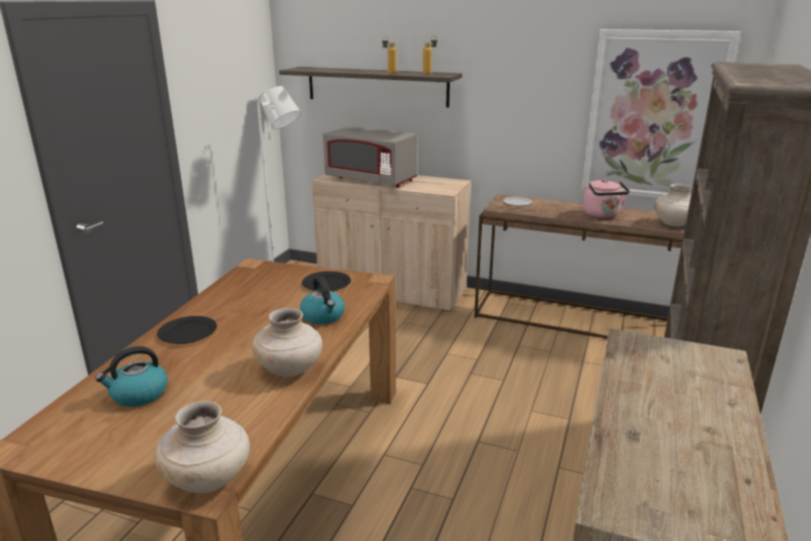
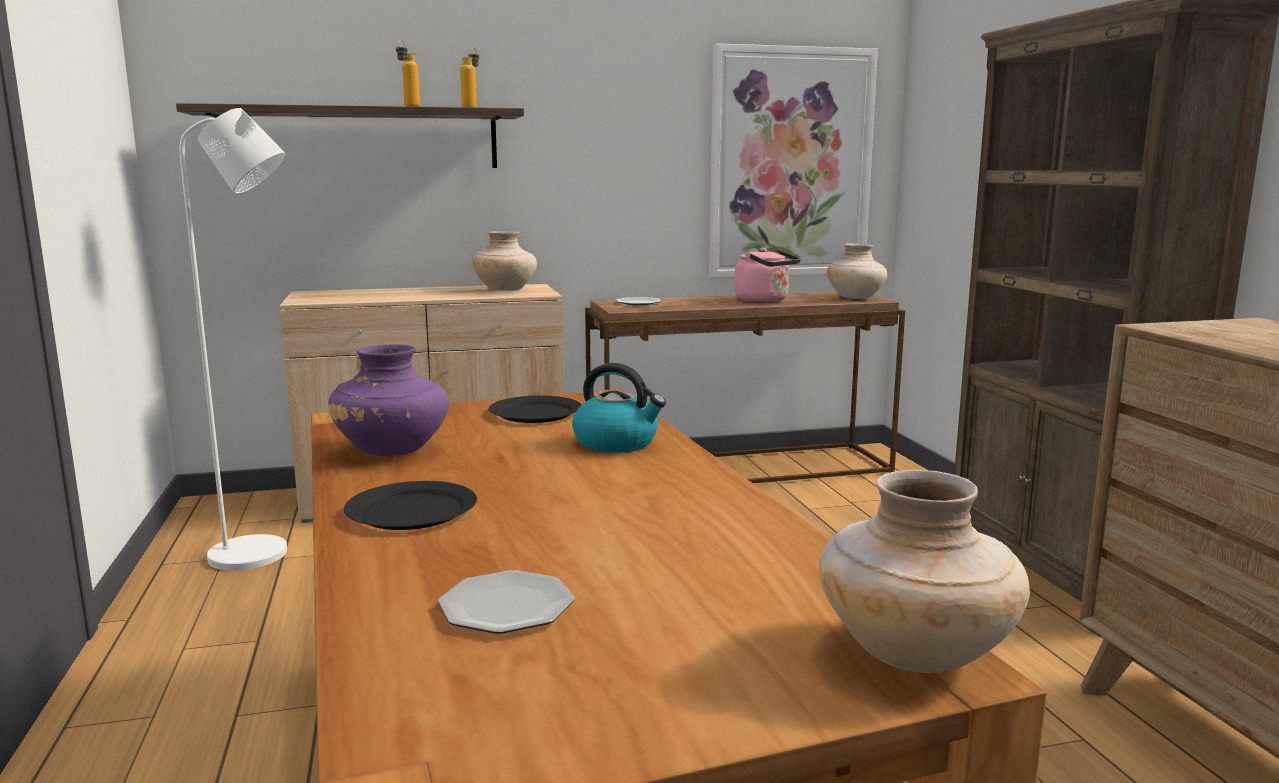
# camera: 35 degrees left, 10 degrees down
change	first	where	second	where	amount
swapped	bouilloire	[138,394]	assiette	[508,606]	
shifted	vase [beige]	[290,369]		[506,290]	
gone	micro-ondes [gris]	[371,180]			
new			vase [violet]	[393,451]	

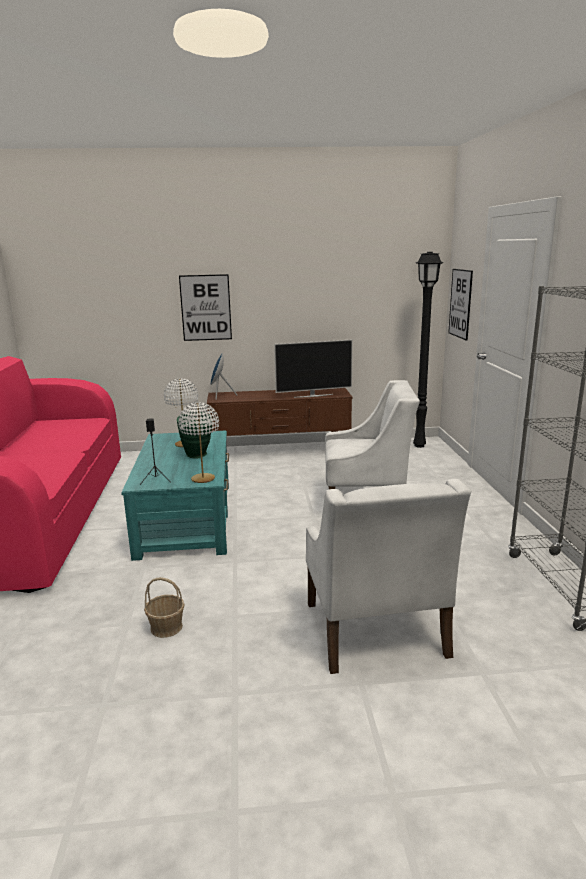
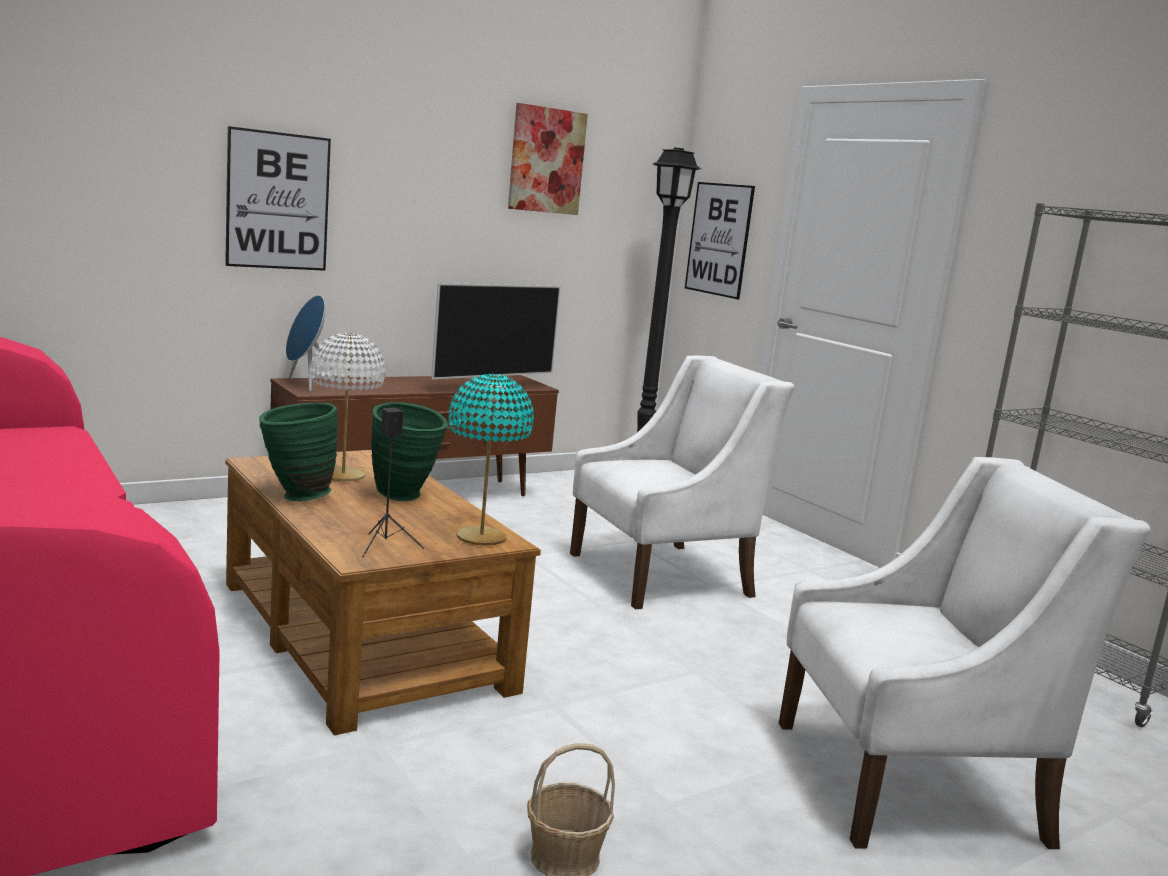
# camera: 30 degrees left, 5 degrees down
change	first	where	second	where	amount
repainted	table basse [turquoise]	[187,518]	table basse [marron]	[363,633]	
repainted	lampe de table [blanc]	[203,479]	lampe de table [turquoise]	[481,538]	
rotated	fauteuil [blanc]	[375,630]		[911,781]	60 degrees counterclockwise
new			vase [vert]	[295,497]	
new			tableau	[546,160]	

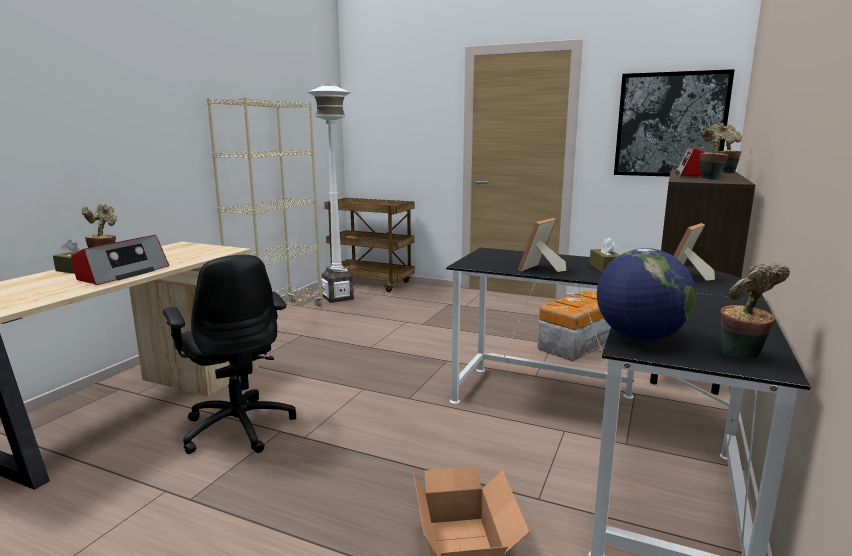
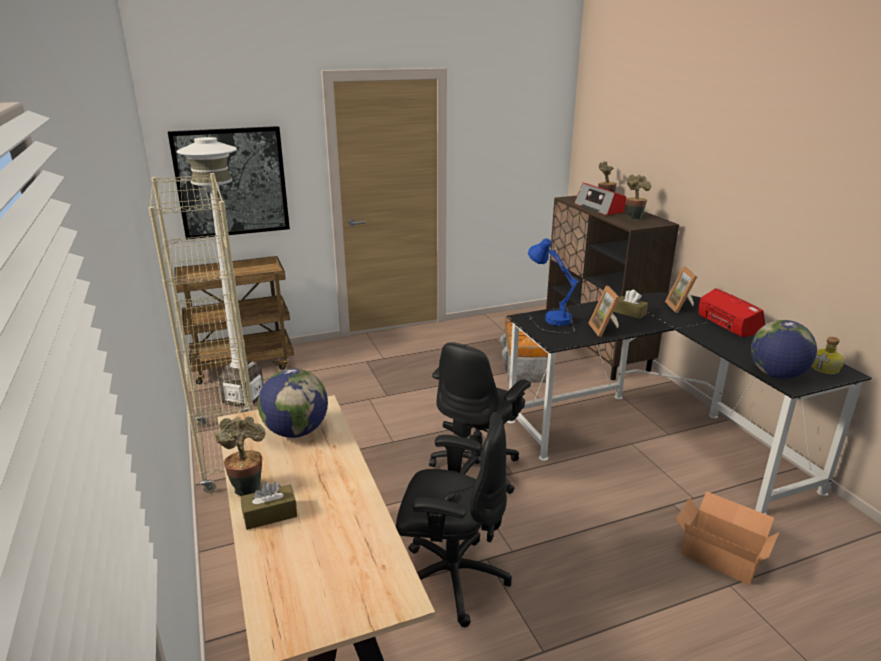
# camera: 45 degrees left, 10 degrees up
change	first	where	second	where	amount
shifted	radio	[122,273]		[729,324]	
shifted	tableau	[670,125]		[231,182]	
swapped	plante en pot	[742,356]	bouteille	[826,369]	
new			globe	[296,431]	
new			chaise de bureau [noir]	[477,470]	
new			lampe de table [bleu]	[549,321]	

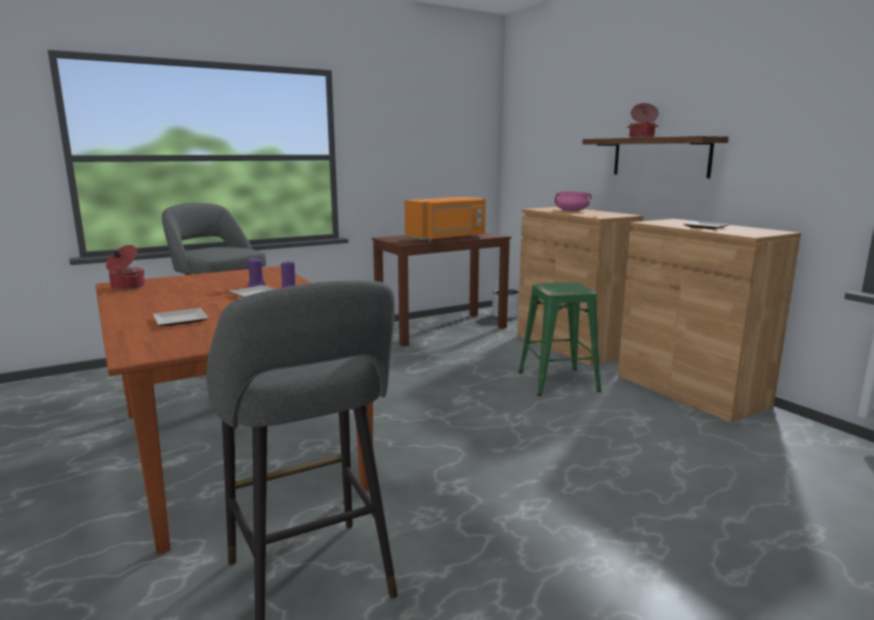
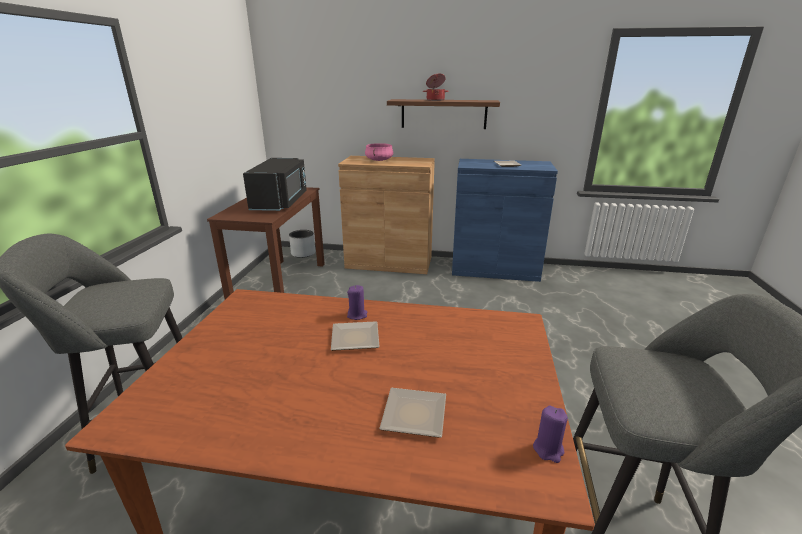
# camera: 50 degrees left, 10 degrees up
change	first	where	second	where	amount
gone	marmite	[127,287]			
shifted	bougie [violet]	[256,285]		[548,449]	
repainted	micro-ondes [orange]	[447,238]	micro-ondes [noir]	[281,202]	
gone	tabouret [vert]	[559,381]			
repainted	meuble de rangement [marron]	[690,390]	meuble de rangement [bleu]	[494,269]	

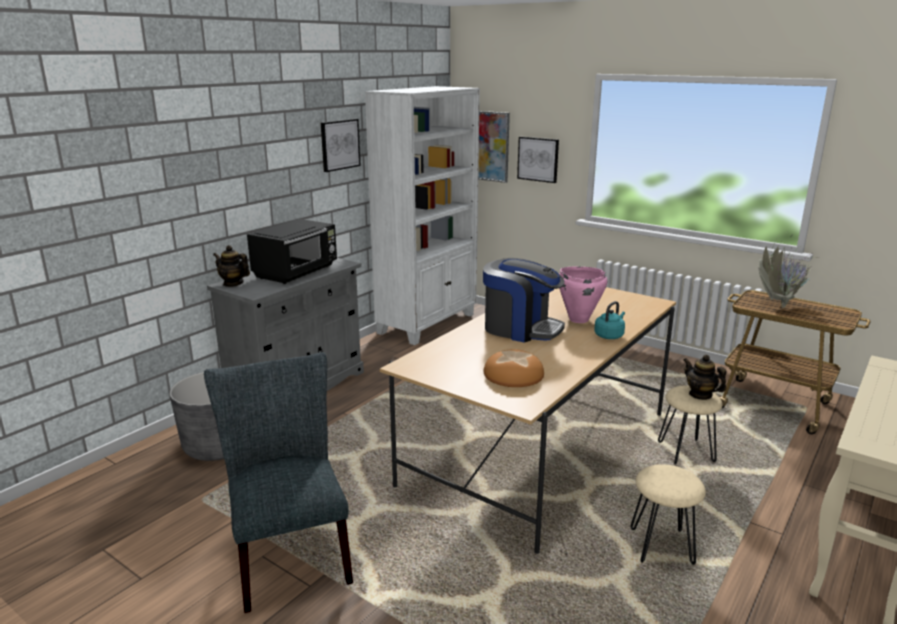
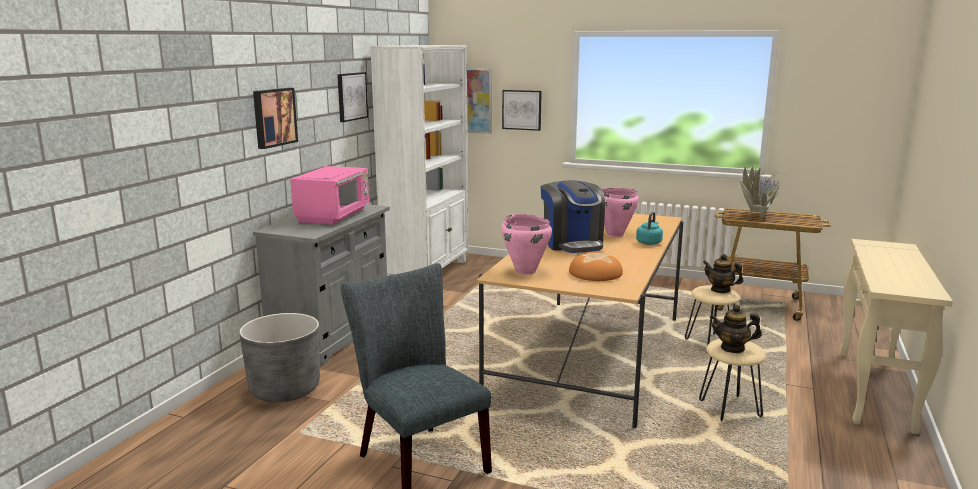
# camera: 15 degrees left, 5 degrees down
change	first	where	second	where	amount
shifted	théière	[233,283]		[732,348]	
repainted	micro-ondes [noir]	[297,272]	micro-ondes [rose]	[334,216]	
rotated	machine à café	[521,328]		[572,244]	60 degrees clockwise
new			tableau	[273,117]	
new			marmite [rose]	[526,271]	

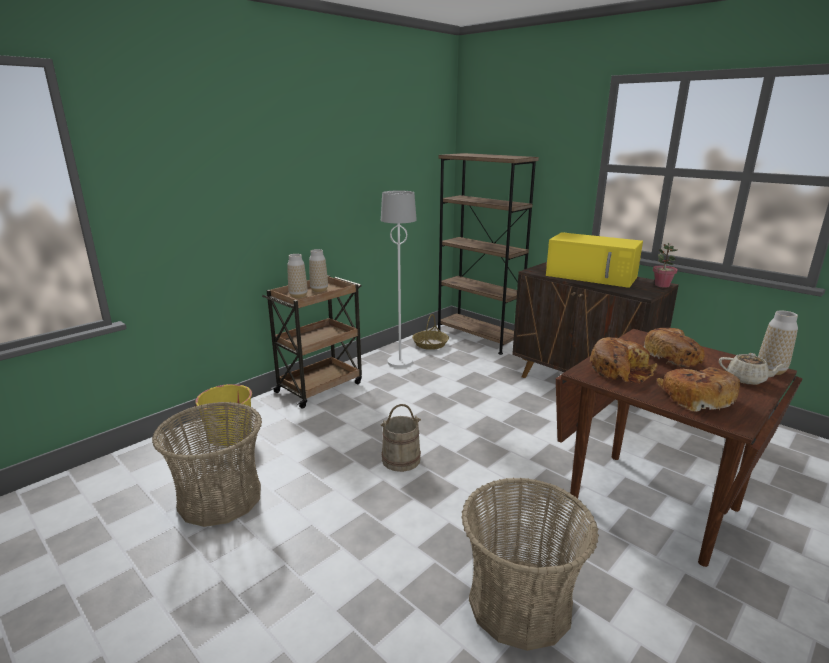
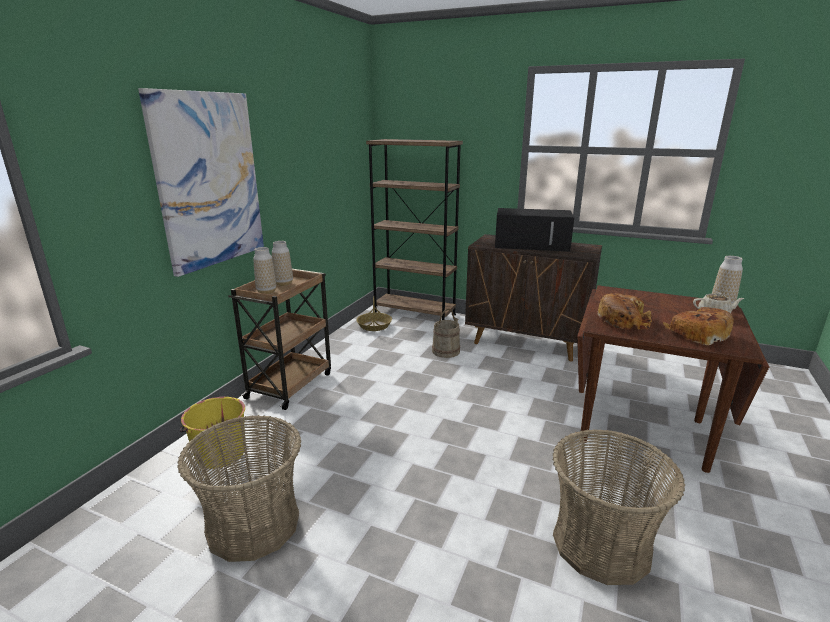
# camera: 20 degrees left, 0 degrees up
change	first	where	second	where	amount
shifted	seau [beige]	[401,459]		[445,351]	
gone	lampadaire [blanc]	[400,362]			
repainted	micro-ondes [jaune]	[592,276]	micro-ondes [noir]	[532,245]	
gone	pain	[673,356]			
gone	plante en pot	[662,285]			
new			tableau	[209,180]	

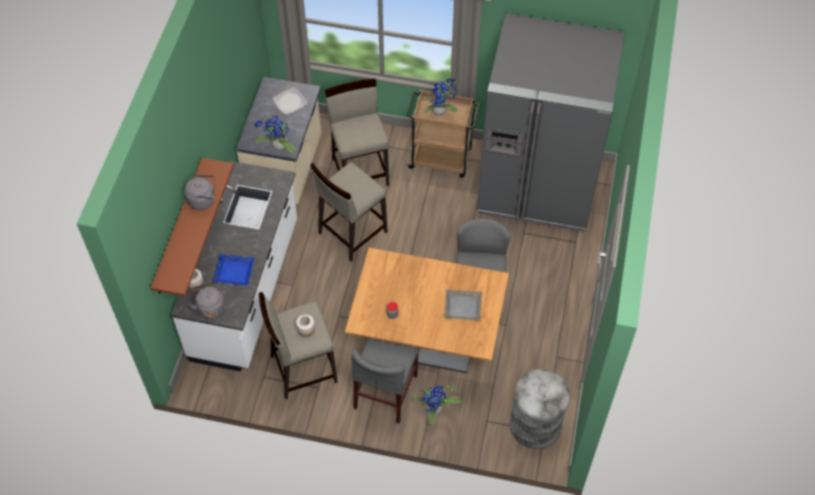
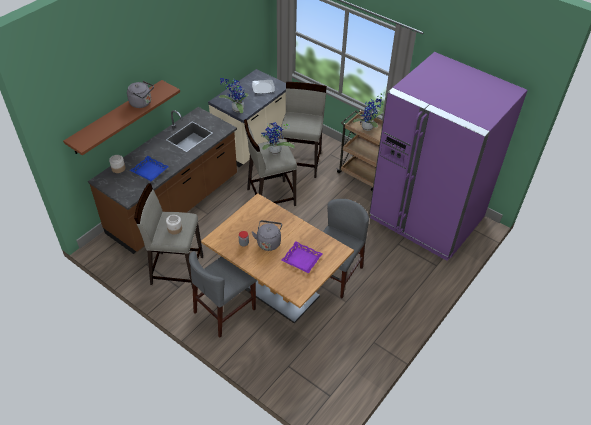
# camera: 25 degrees right, 10 degrees down
change	first	where	second	where	amount
repainted	comptoir de cuisine [blanc]	[246,290]	comptoir de cuisine [marron]	[174,205]	
shifted	bouilloire [gris]	[210,307]		[268,242]	
shifted	plante en pot	[434,411]		[274,152]	
repainted	plateau [gris]	[463,307]	plateau [violet]	[301,259]	
repainted	réfrigérateur [gris]	[537,188]	réfrigérateur [violet]	[426,218]	
gone	poubelle [gris]	[535,425]			

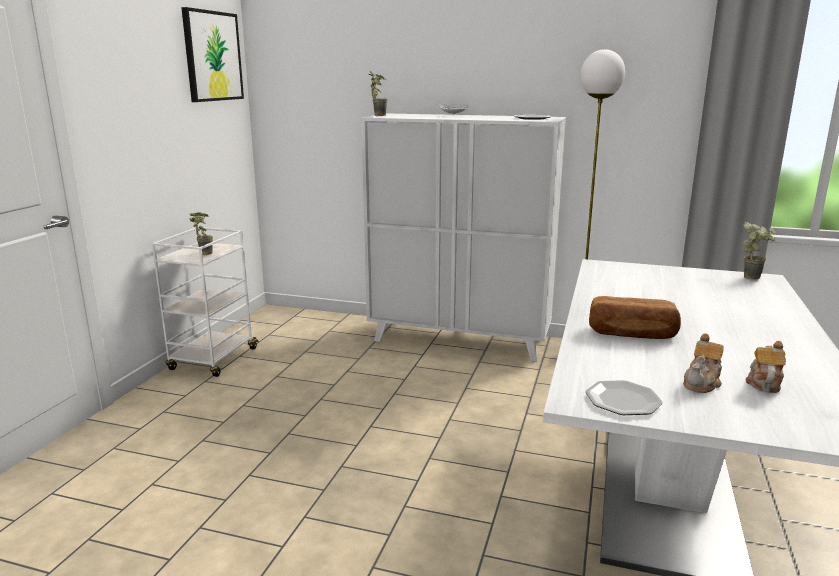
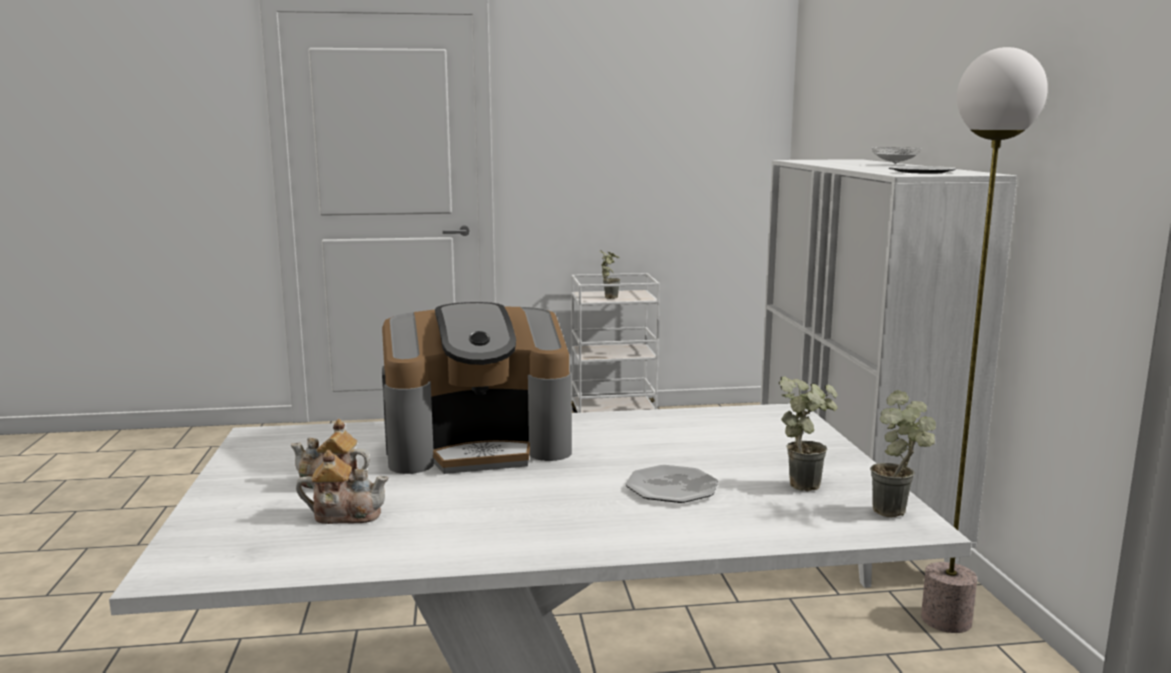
# camera: 65 degrees right, 5 degrees down
change	first	where	second	where	amount
gone	tableau	[212,56]			
shifted	plante en pot	[378,115]		[806,483]	
shifted	assiette	[622,400]		[672,487]	
swapped	pain	[632,334]	machine à café	[478,445]	

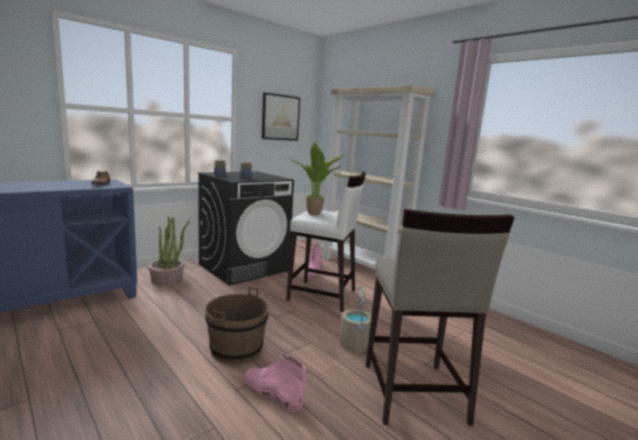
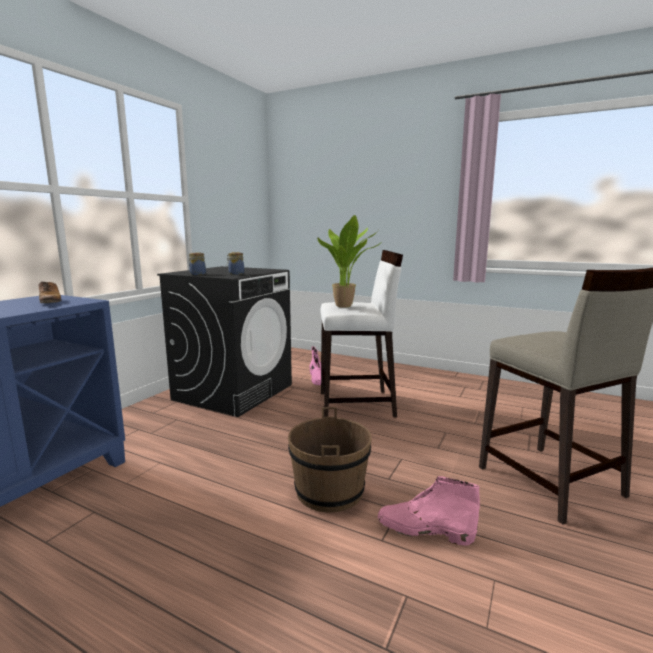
# camera: 20 degrees left, 0 degrees up
change	first	where	second	where	amount
gone	plante en pot	[167,280]			
gone	tableau	[280,117]			
gone	bibliothèque [beige]	[363,267]			
gone	seau [beige]	[354,345]			

